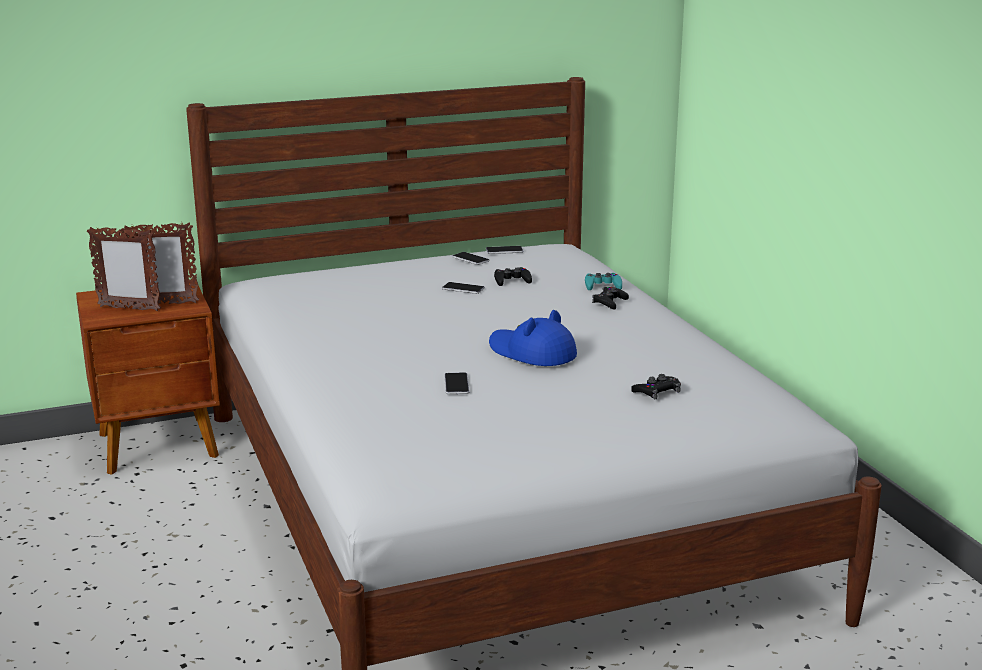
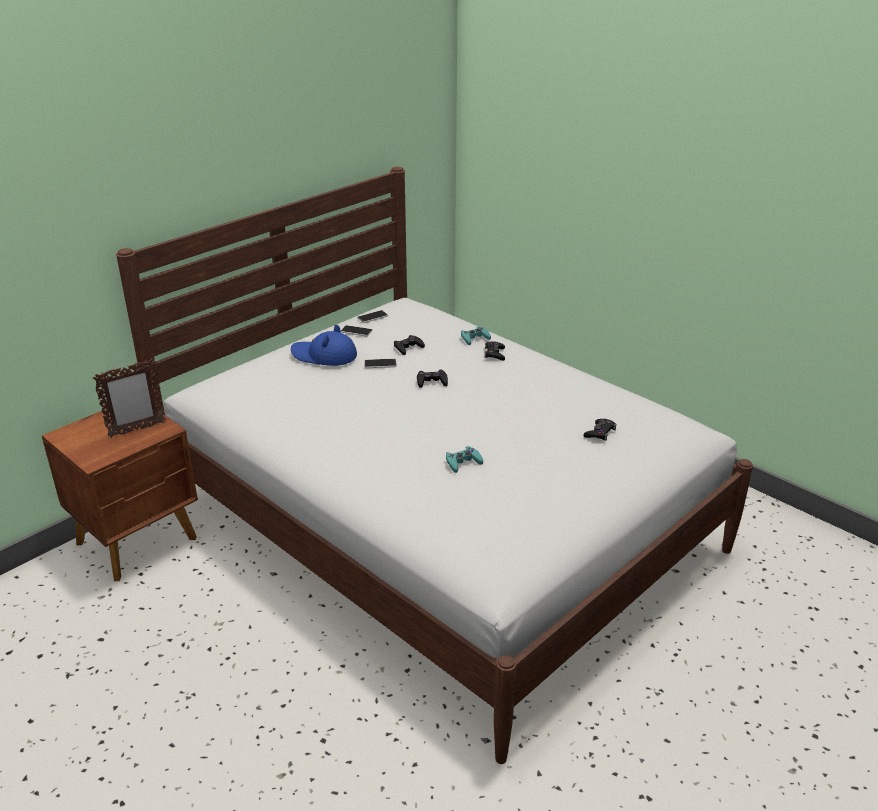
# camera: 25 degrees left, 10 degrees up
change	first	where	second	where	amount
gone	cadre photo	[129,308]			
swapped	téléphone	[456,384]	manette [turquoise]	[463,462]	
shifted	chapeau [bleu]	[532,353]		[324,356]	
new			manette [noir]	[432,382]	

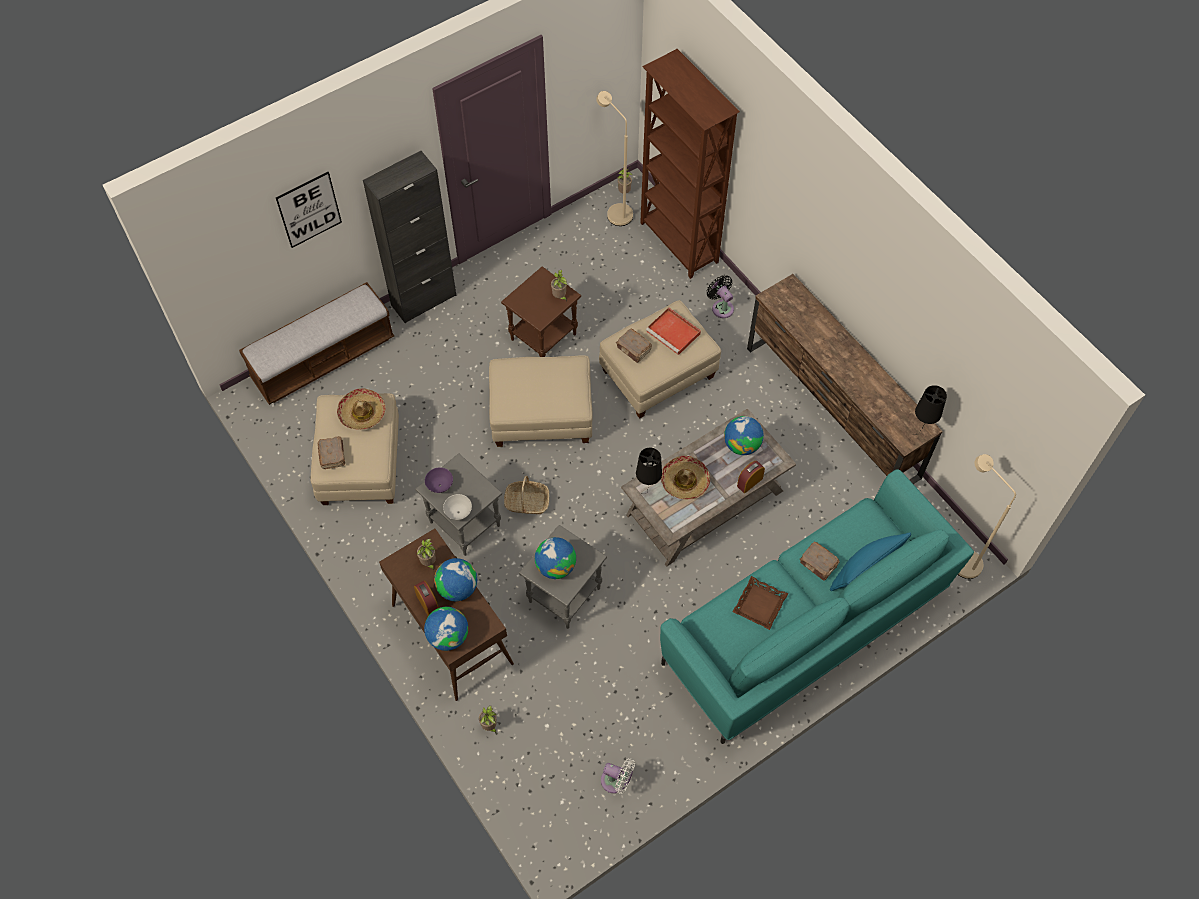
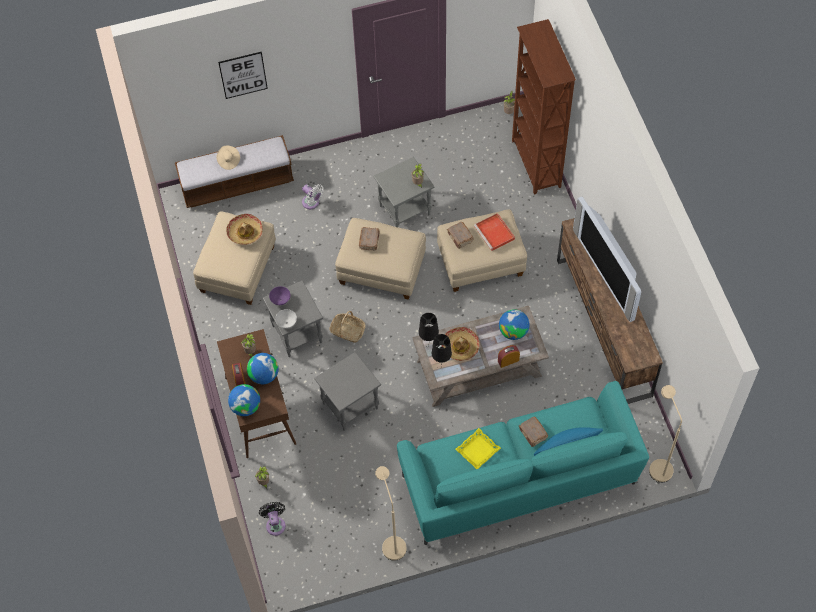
# camera: 20 degrees right, 0 degrees up
change	first	where	second	where	amount
shifted	livre [marron]	[332,455]		[369,241]	
gone	meuble de rangement [noir]	[423,300]			
repainted	table d'appoint [marron]	[544,338]	table d'appoint [gris]	[404,211]	
gone	globe	[556,566]			
shifted	lampadaire [beige]	[615,211]		[392,542]	
shifted	ventilateur [blanc]	[616,781]		[312,203]	
shifted	ventilateur [noir]	[721,307]		[275,524]	
repainted	plateau [marron]	[760,605]	plateau [jaune]	[478,450]	
shifted	lampe de table [noir]	[918,436]		[441,370]	
new			chapeau [beige]	[228,161]	
new			téléviseur	[606,273]	

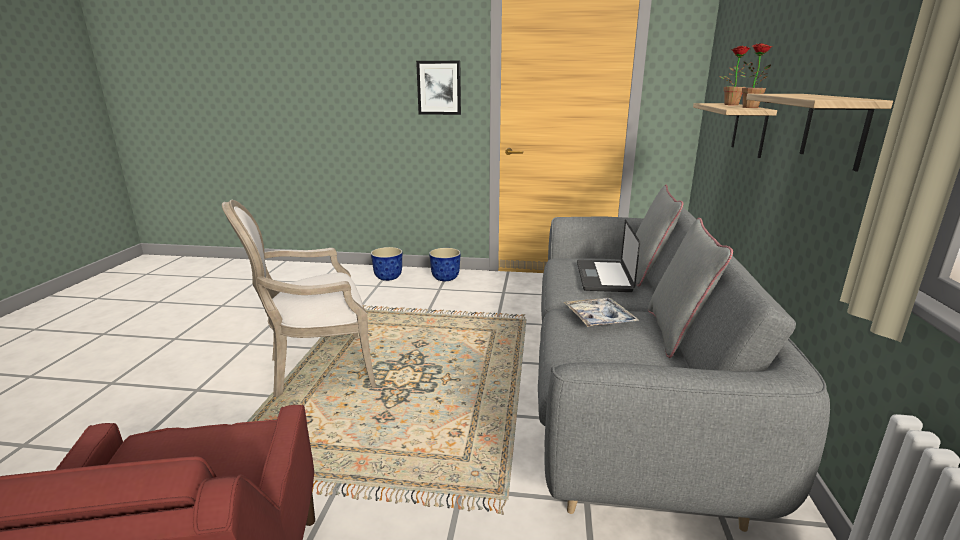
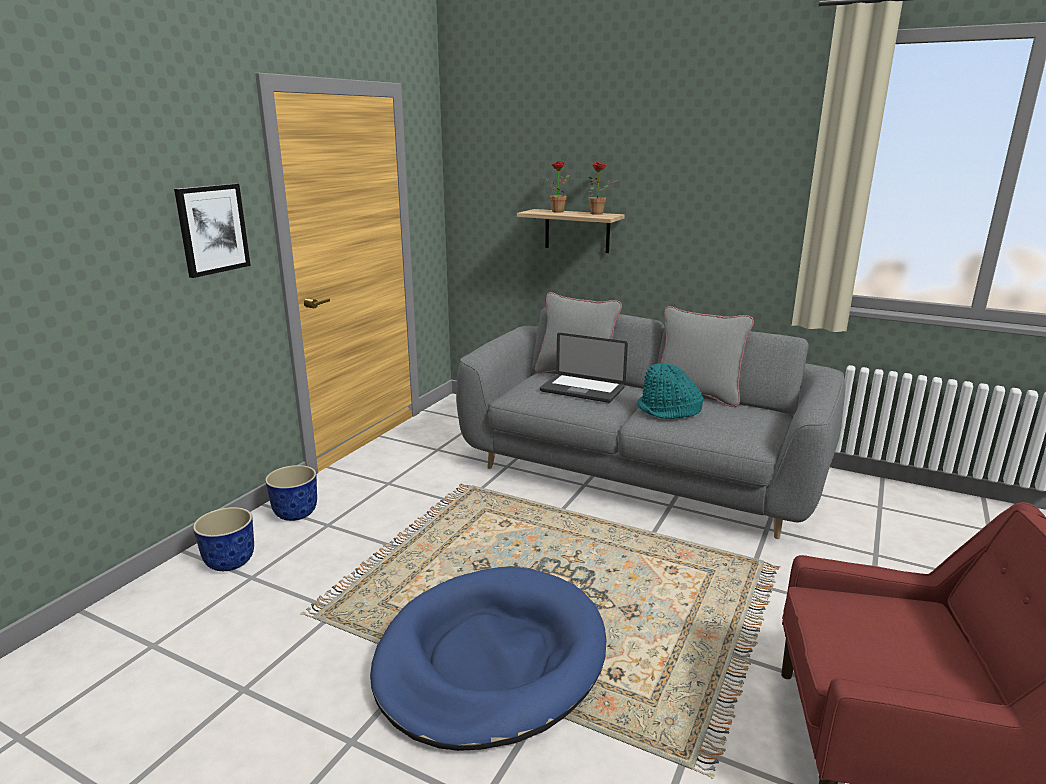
# camera: 70 degrees left, 0 degrees up
change	first	where	second	where	amount
swapped	fauteuil	[316,369]	panier pour chien [bleu]	[490,660]	
swapped	plateau	[599,319]	chapeau [turquoise]	[668,411]	
gone	étagère	[834,129]			

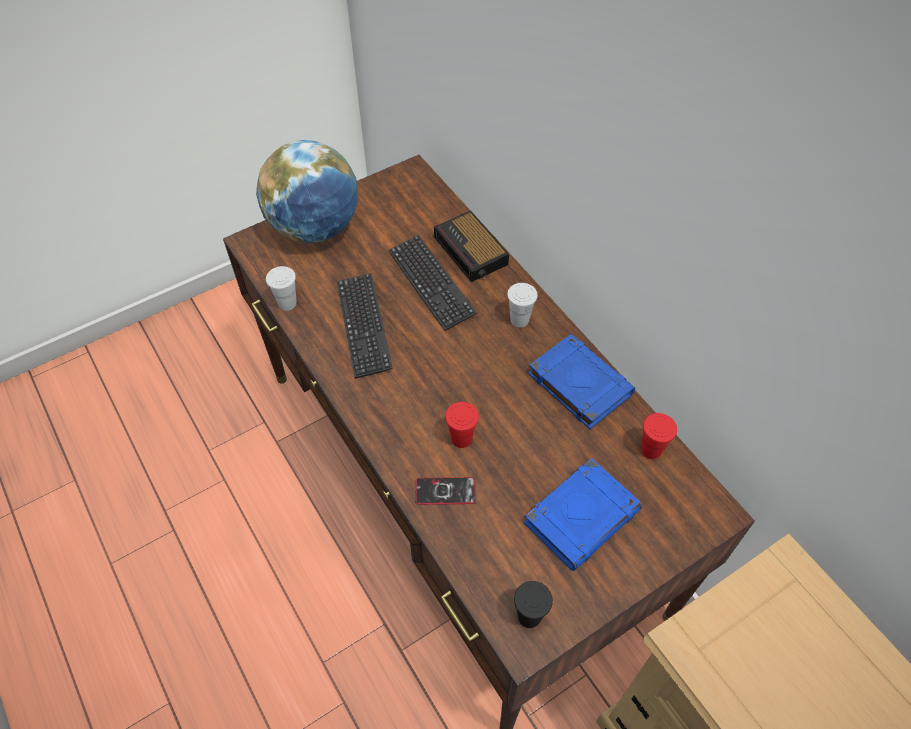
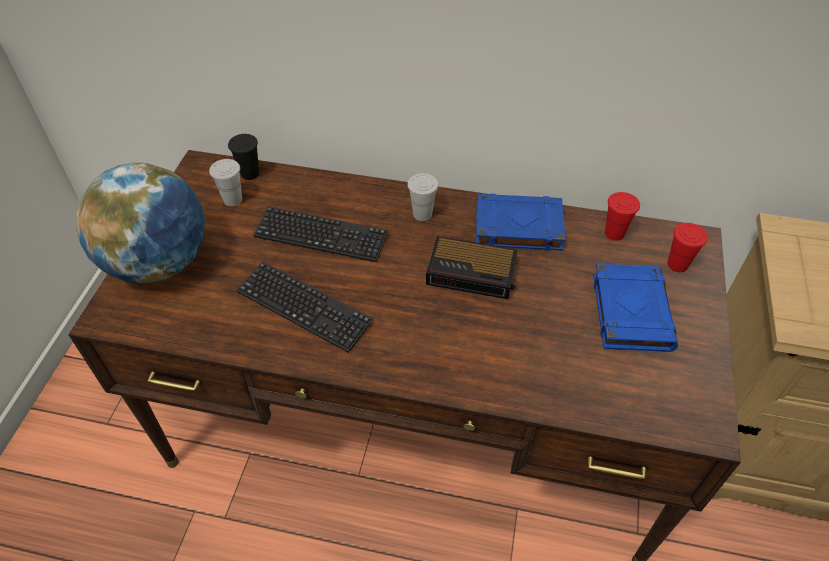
# camera: 45 degrees left, 5 degrees down
change	first	where	second	where	amount
shifted	tasse [blanc]	[287,303]		[232,199]	
gone	téléphone	[445,491]			
shifted	réveil	[471,252]		[473,273]	
shifted	tasse [rouge]	[461,439]		[677,264]	
shifted	tasse [noir]	[529,616]		[250,174]	

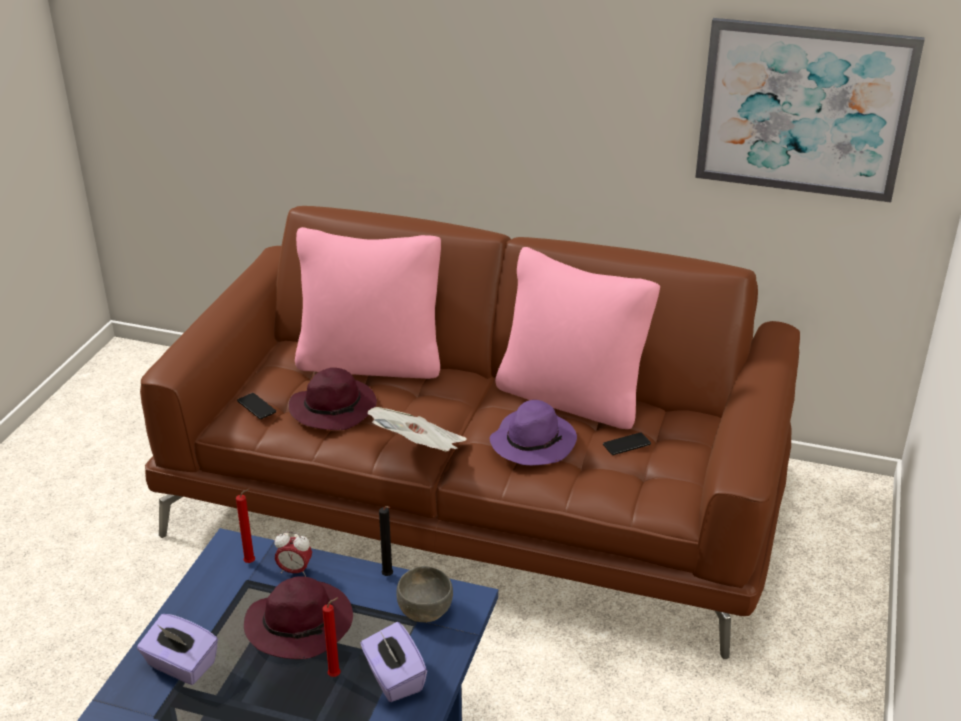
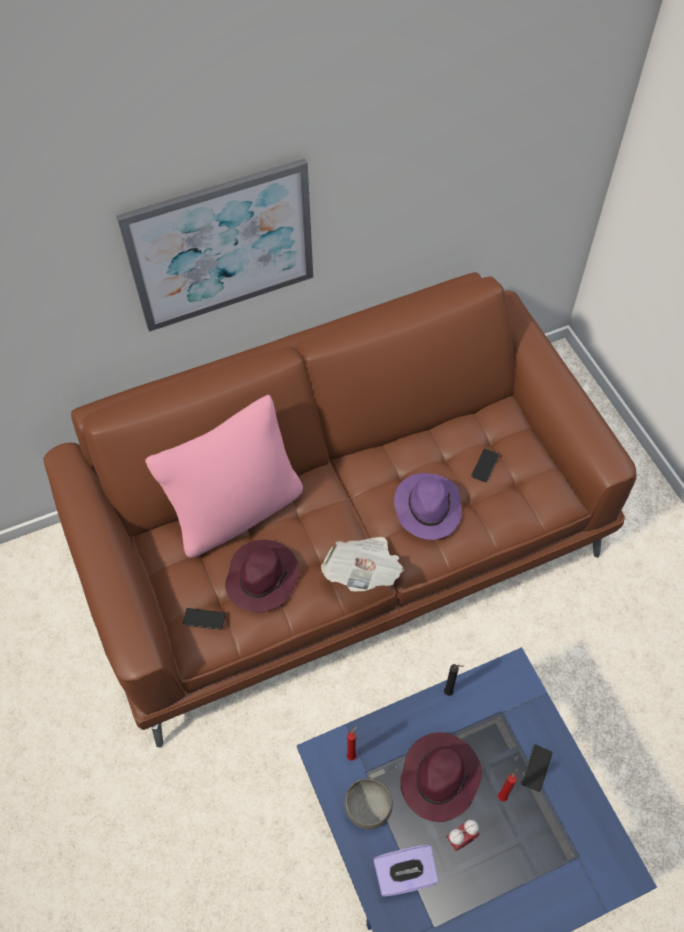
# camera: 40 degrees left, 25 degrees up
change	first	where	second	where	amount
shifted	réveil	[295,571]		[461,839]	
swapped	boîte à mouchoirs [violet]	[394,678]	téléphone	[536,768]	
shifted	bol [gris]	[425,609]		[367,807]	
gone	coussin [rose]	[571,398]			
shifted	tableau	[803,110]		[222,246]	

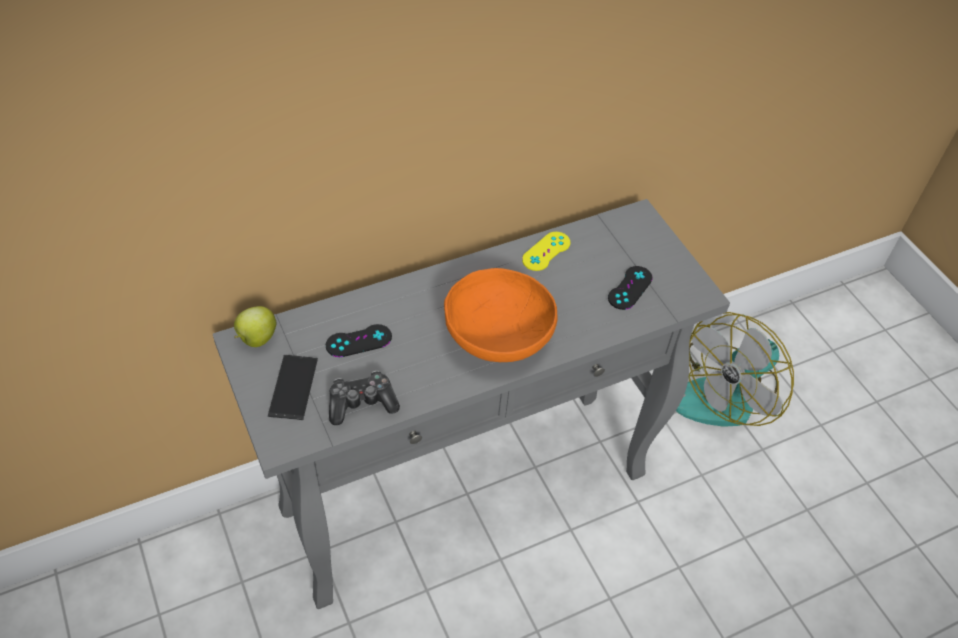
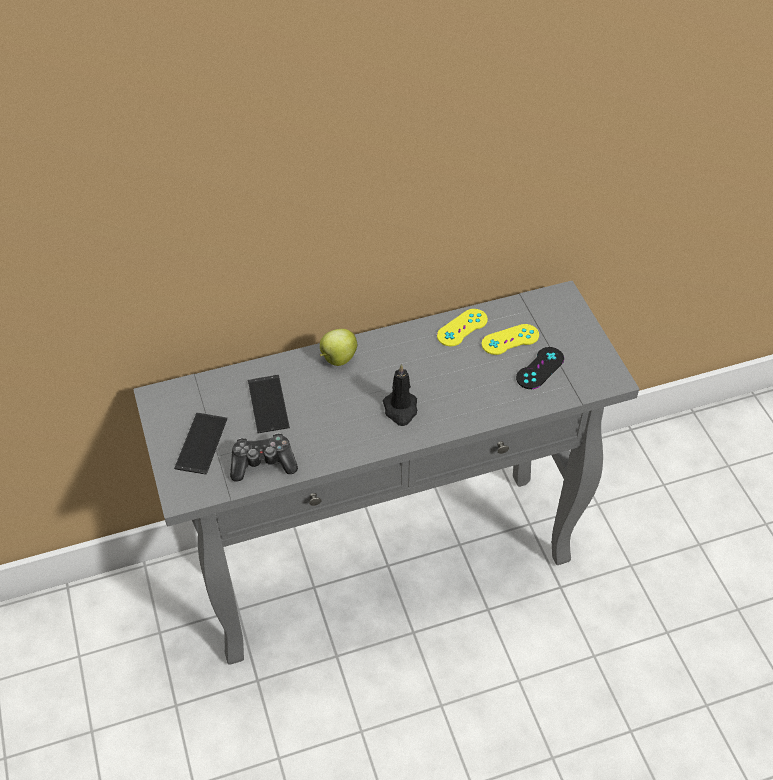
# camera: 10 degrees right, 0 degrees up
change	first	where	second	where	amount
shifted	pomme	[256,339]		[338,359]	
swapped	manette [noir]	[359,341]	téléphone	[268,404]	
swapped	bol [orange]	[497,338]	bougie [noir]	[400,409]	
gone	ventilateur	[726,393]			
new			manette [jaune]	[510,340]	

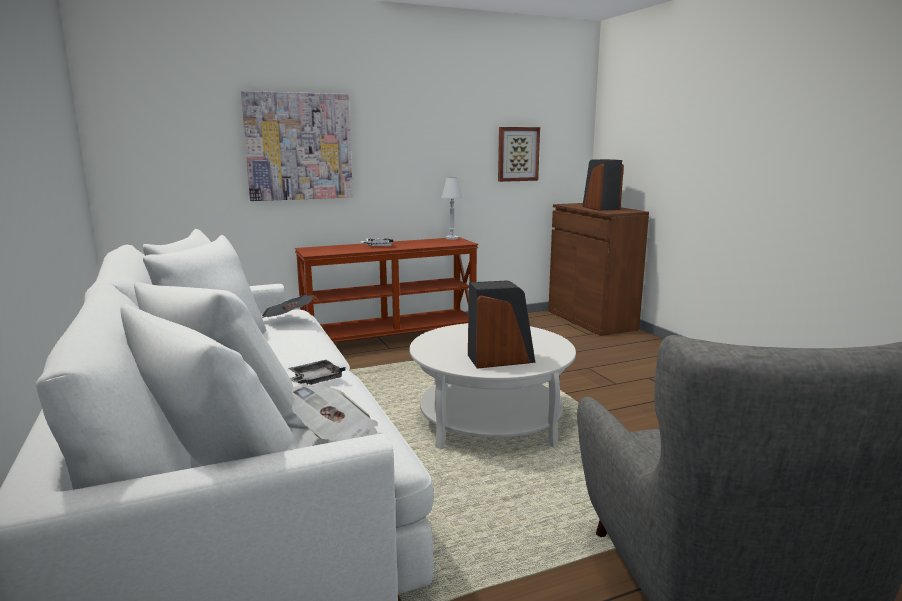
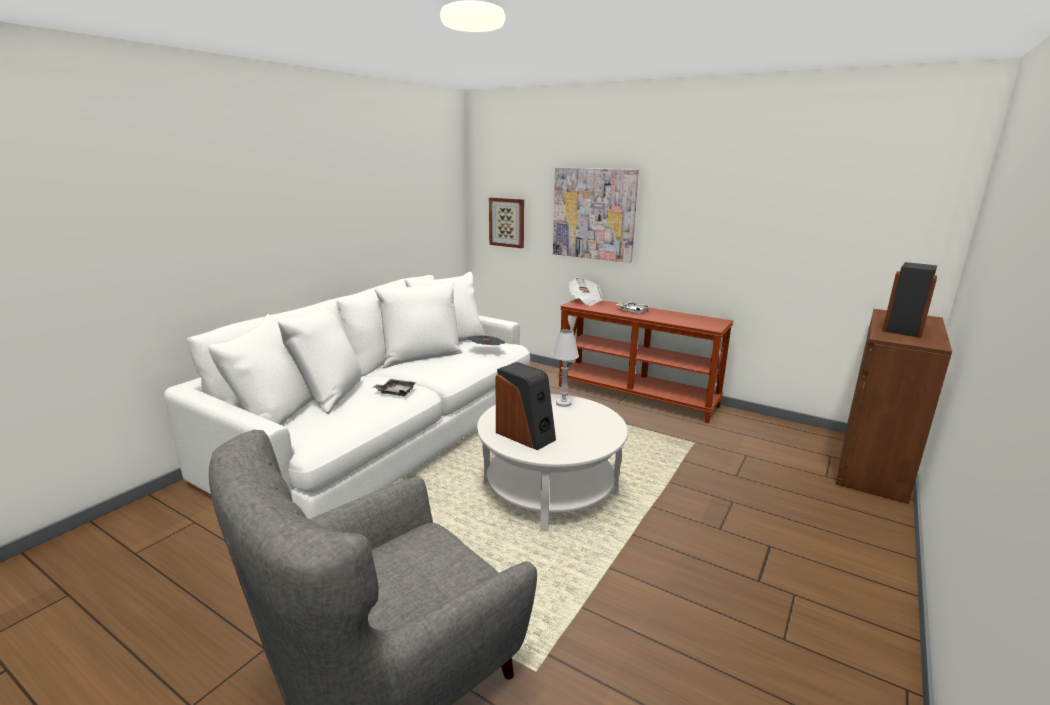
# camera: 55 degrees right, 5 degrees up
change	first	where	second	where	amount
shifted	journal	[339,439]		[585,301]	
shifted	lampe de table [blanc]	[452,238]		[563,403]	
shifted	tableau	[517,154]		[507,222]	

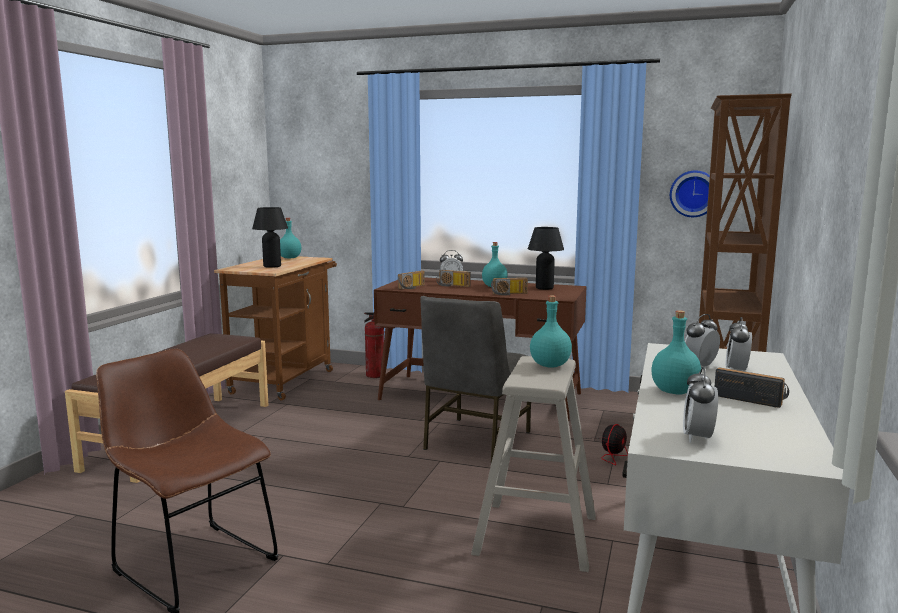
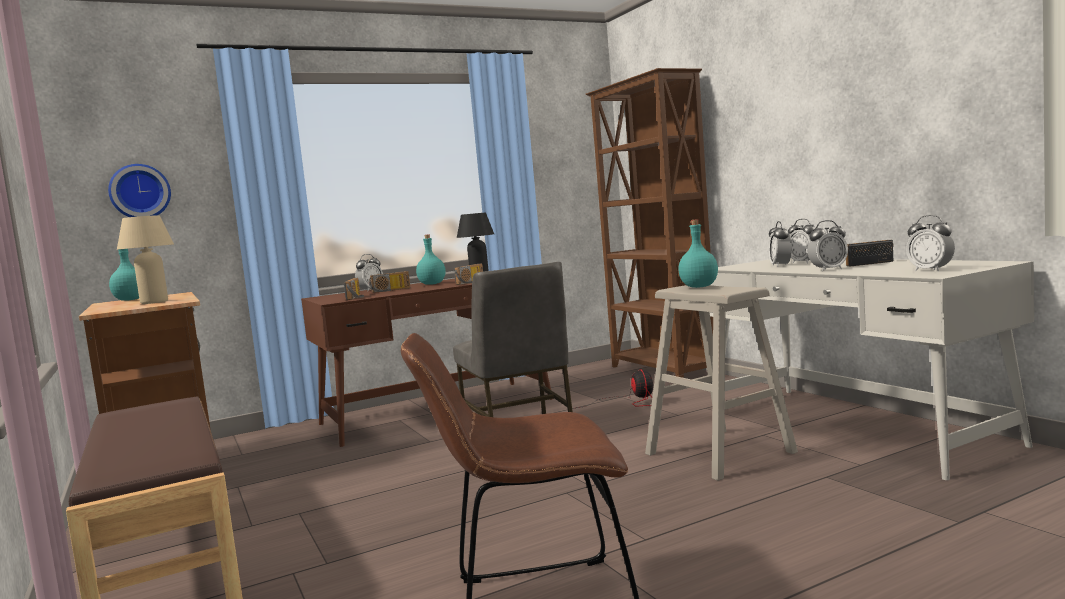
# camera: 45 degrees left, 5 degrees down
change	first	where	second	where	amount
repainted	lampe de table [noir]	[272,266]	lampe de table [beige]	[154,302]	
gone	extincteur	[375,375]			
swapped	bouteille [turquoise]	[675,391]	réveil	[828,269]	
shifted	horloge murale	[693,193]		[140,192]	

